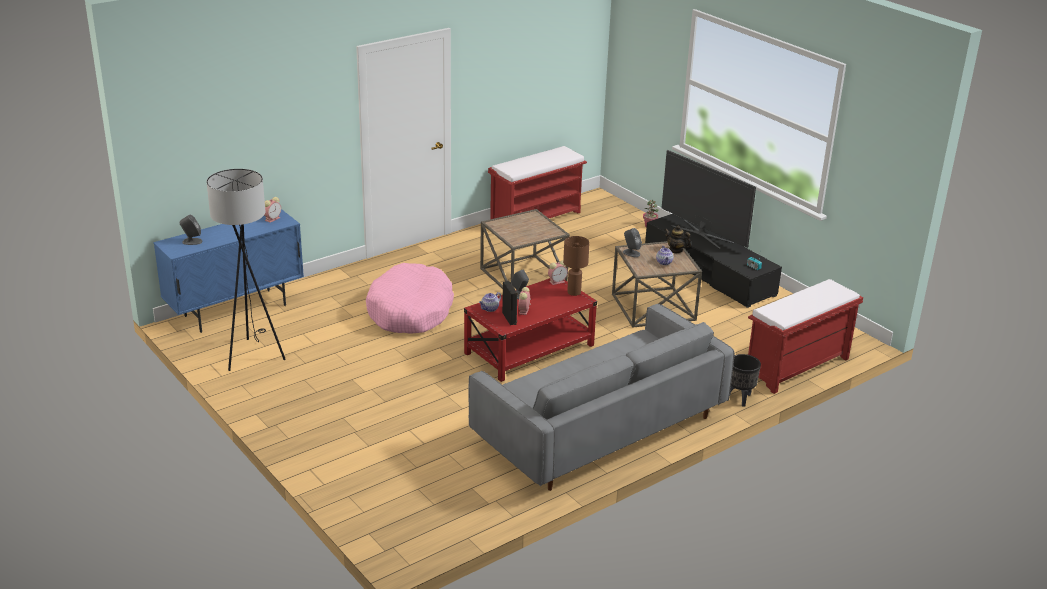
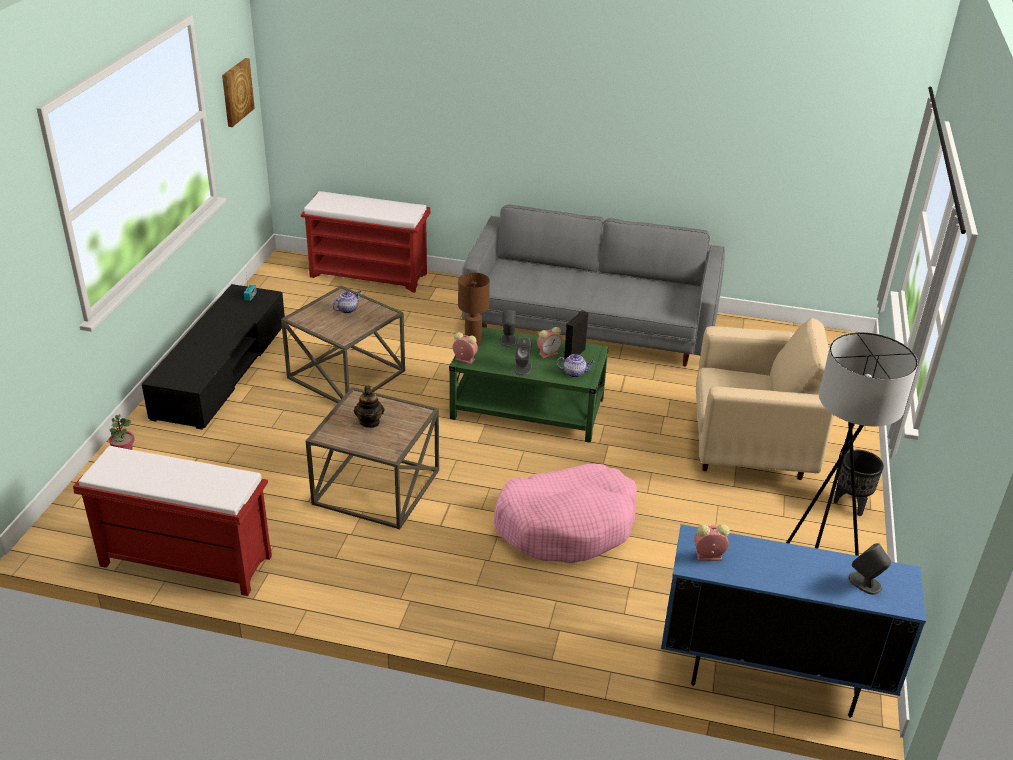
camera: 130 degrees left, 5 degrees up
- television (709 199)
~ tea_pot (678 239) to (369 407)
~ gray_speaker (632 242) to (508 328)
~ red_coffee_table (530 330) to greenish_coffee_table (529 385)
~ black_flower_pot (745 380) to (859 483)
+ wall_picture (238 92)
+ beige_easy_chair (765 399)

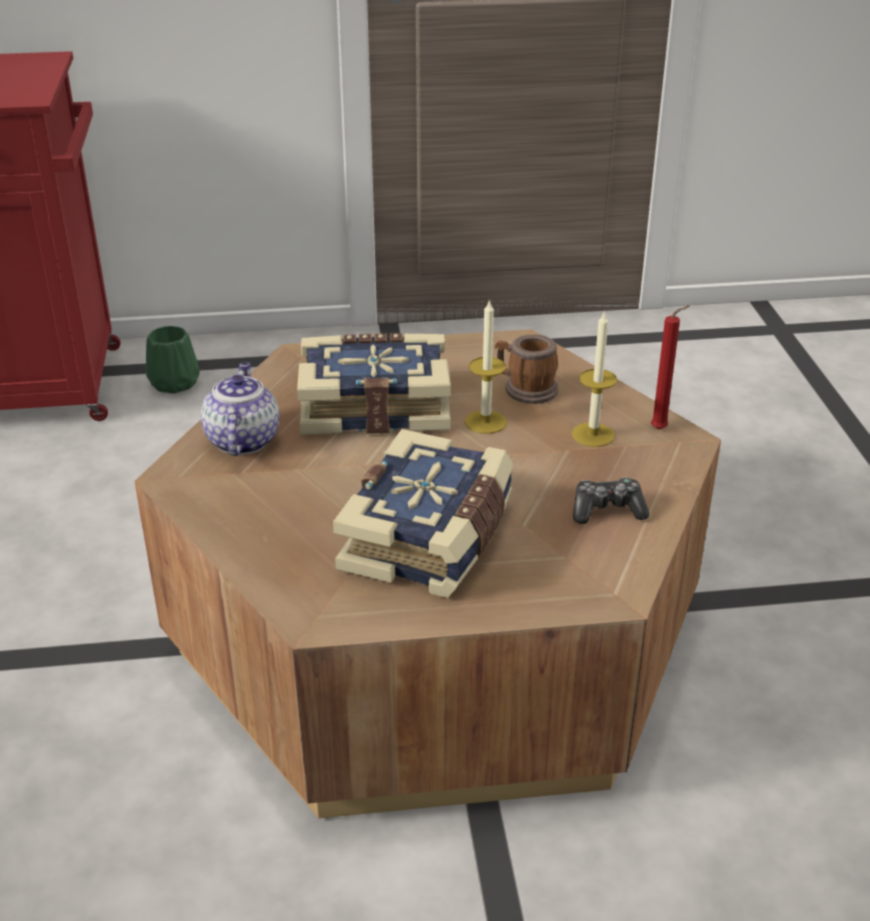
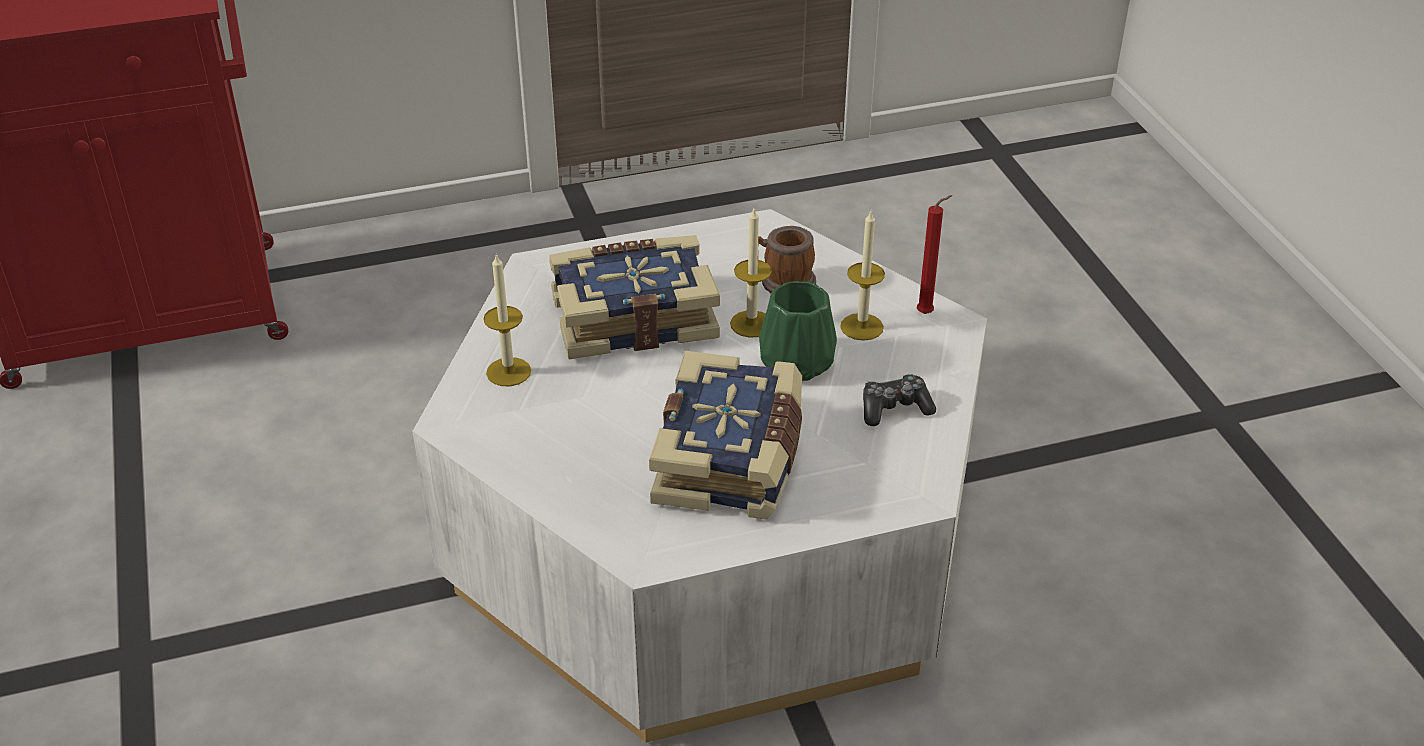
camera: 10 degrees left, 5 degrees up
~ greenish_flower_vase (173 359) to (798 331)
~ brown_coffee_table (427 573) to whitish_coffee_table (700 476)
~ tea_pot (240 409) to wax_candle (507 319)

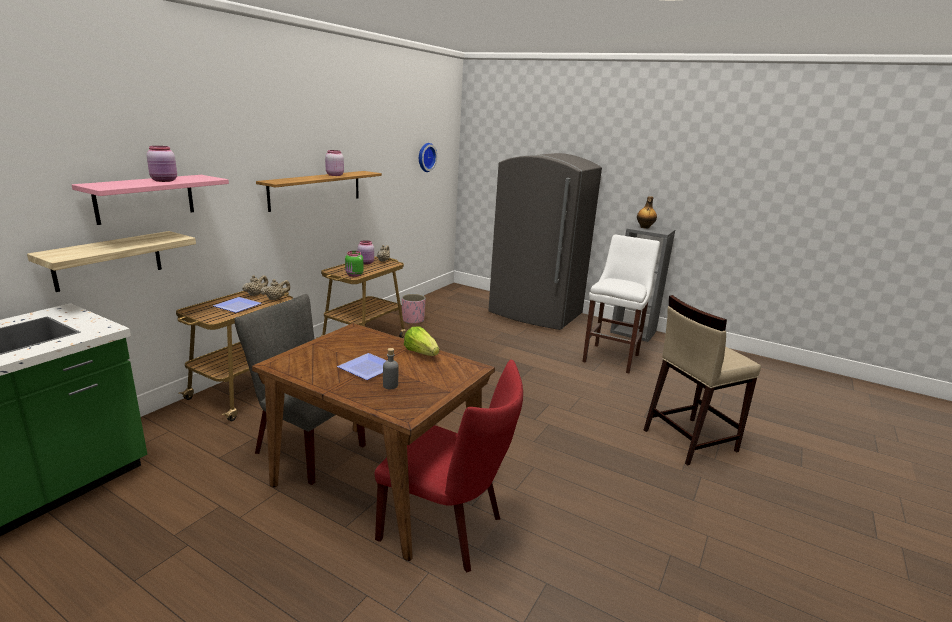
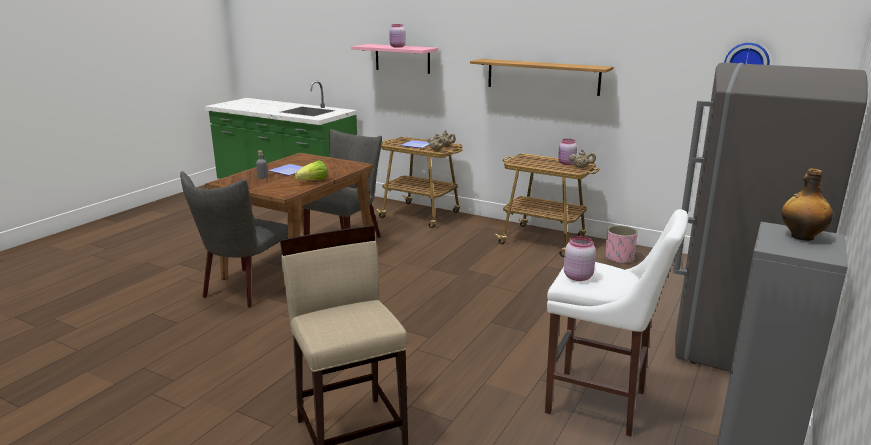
camera: 90 degrees right, 0 degrees up
~ pink_jar (334 163) to (580 258)
- wall_shelf (111 261)
- greenish_jar (354 264)
~ red_upright_chair (449 466) to gray_upright_chair (234 239)

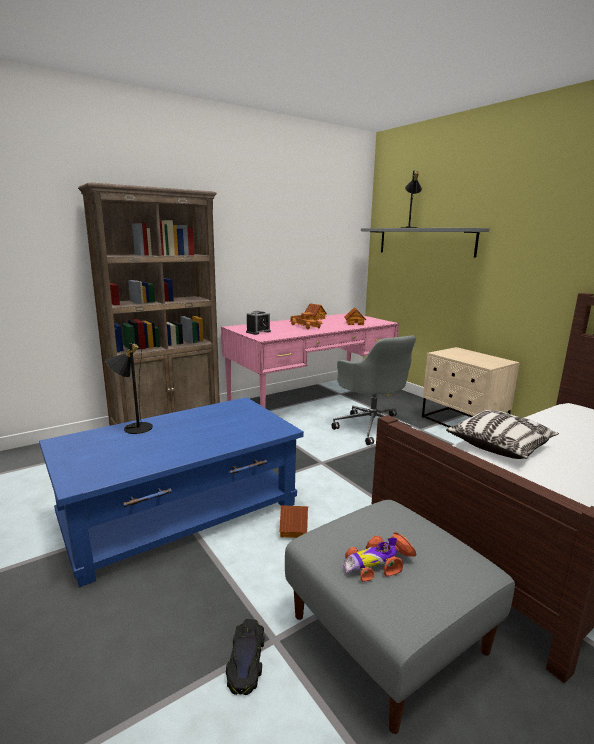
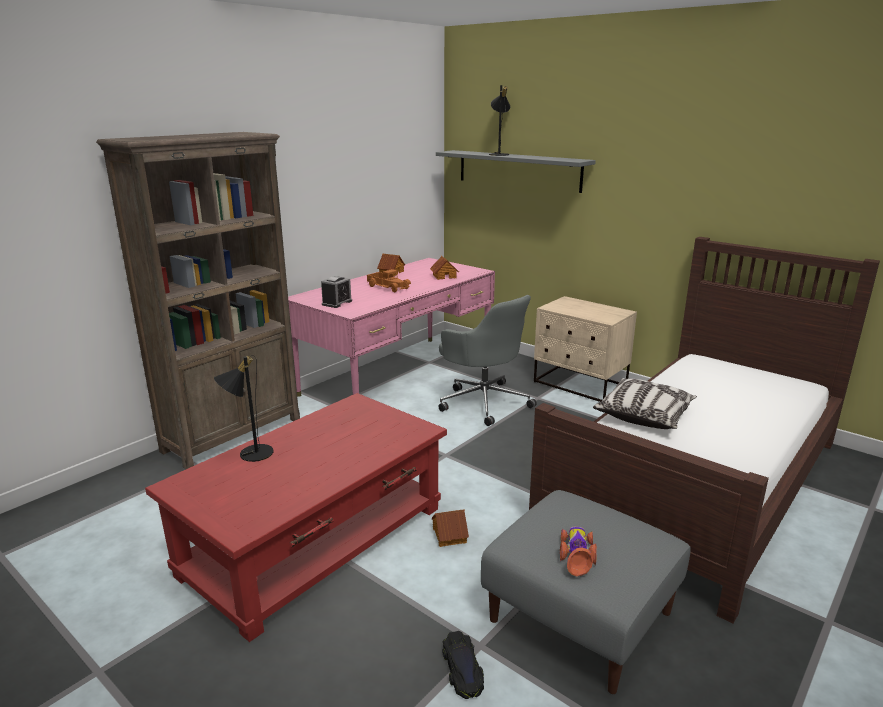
camera: 15 degrees left, 5 degrees up
~ blue-coloured_coffee_table (171 492) to red_coffee_table (296 517)
~ toy_car (379 557) = (578 551) 135 degrees clockwise

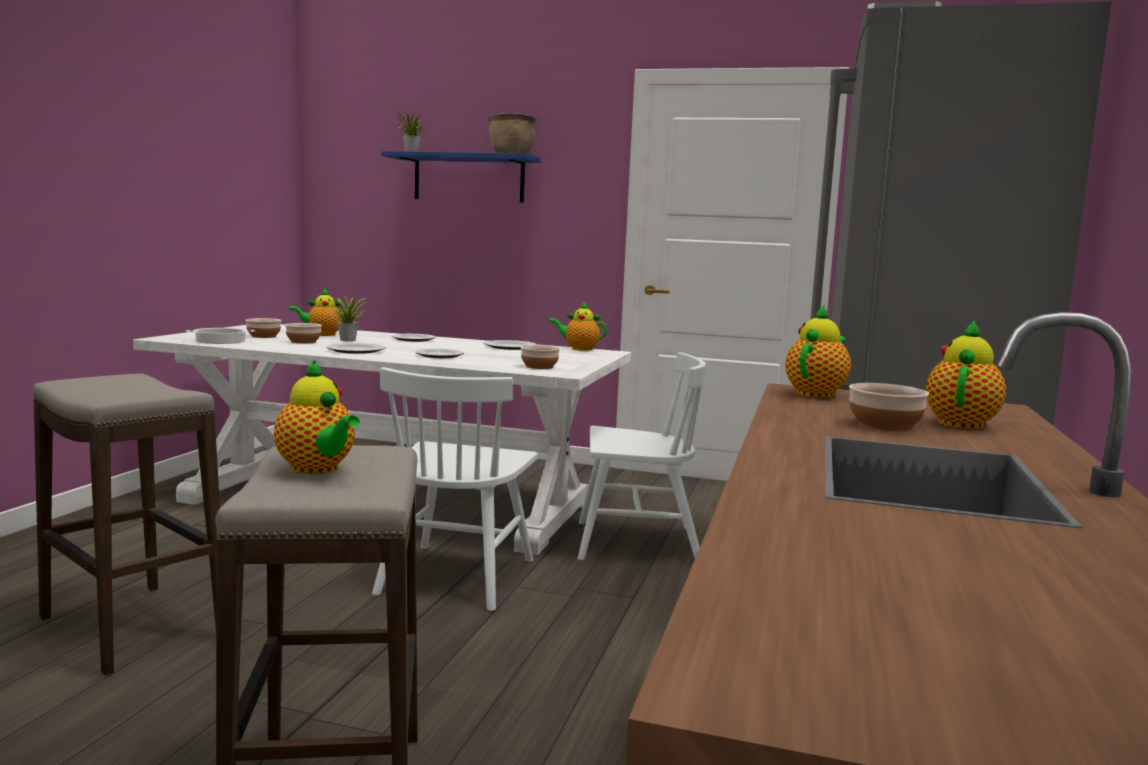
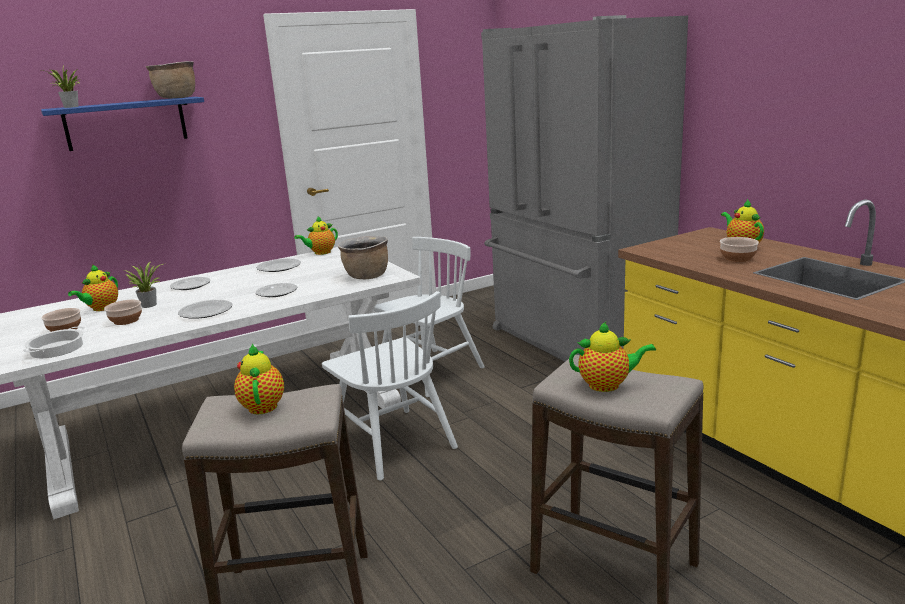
camera: 45 degrees left, 10 degrees up
~ tea_pot (818 351) to (259 378)
~ bowl (540 357) to brown_cooking_pot (363 257)

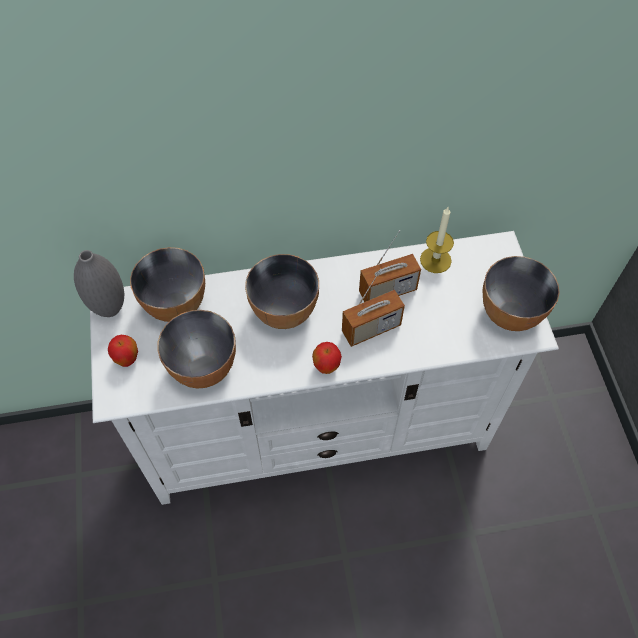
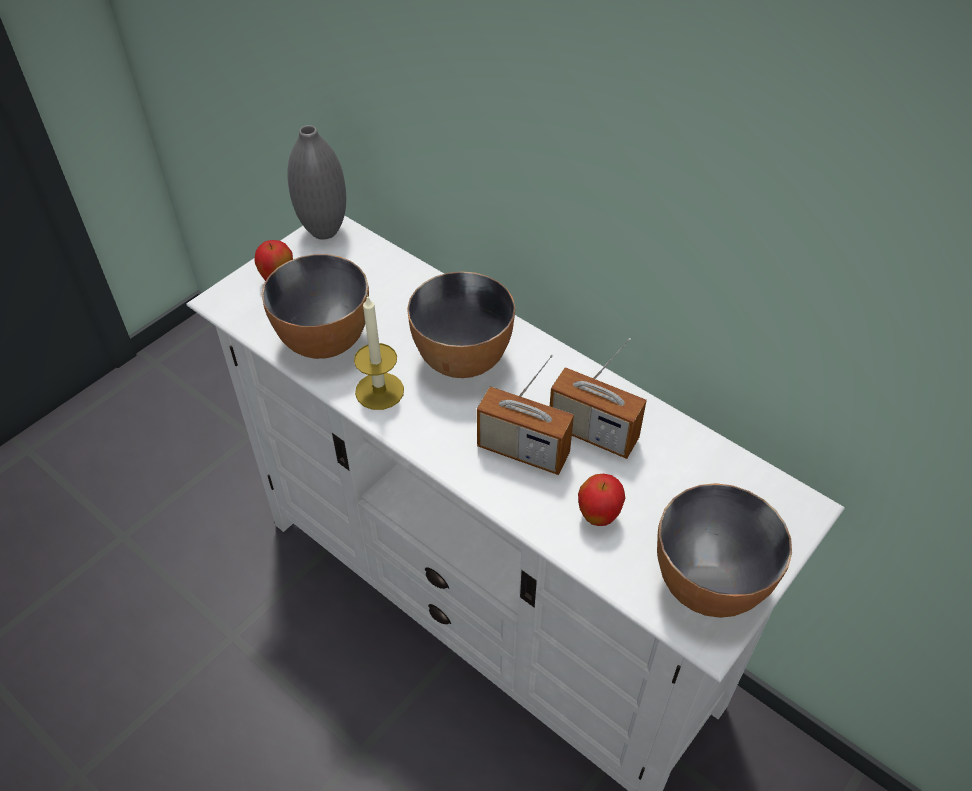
camera: 50 degrees right, 10 degrees down
~ wax_candle (437 240) to (379 352)
- bowl (167 284)
~ whole_apple (327 358) to (601 500)

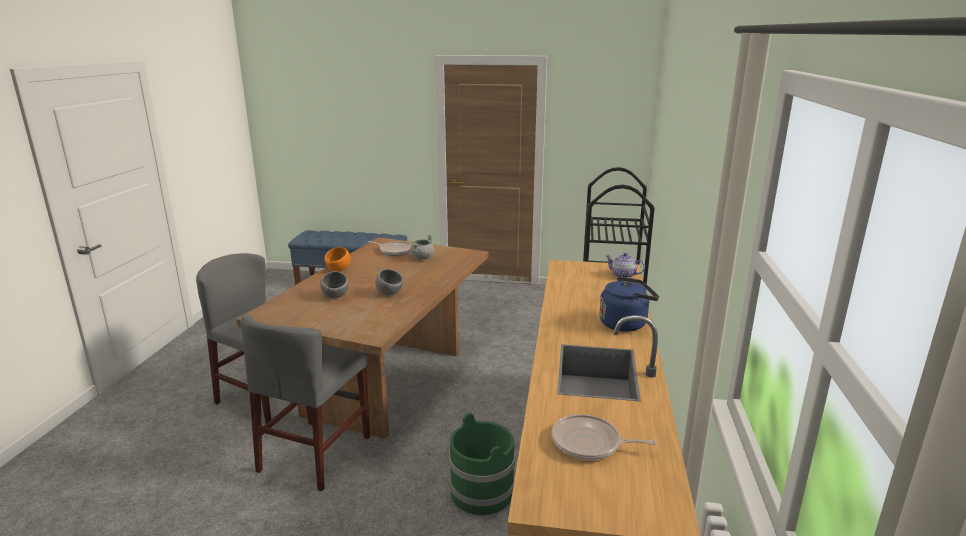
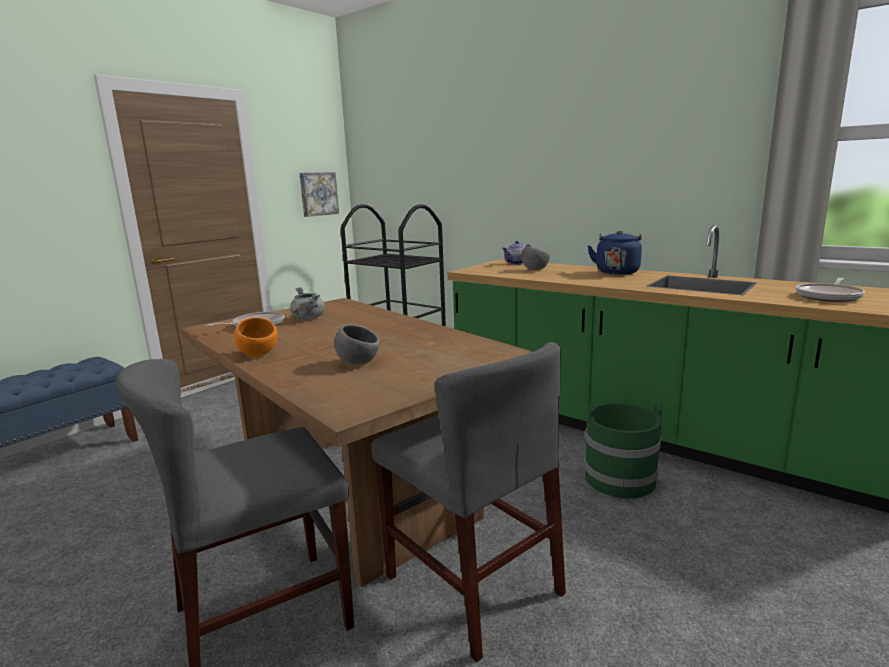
camera: 60 degrees left, 5 degrees down
~ gray_bowl (389 282) to (535 258)
+ wall_picture (319 194)

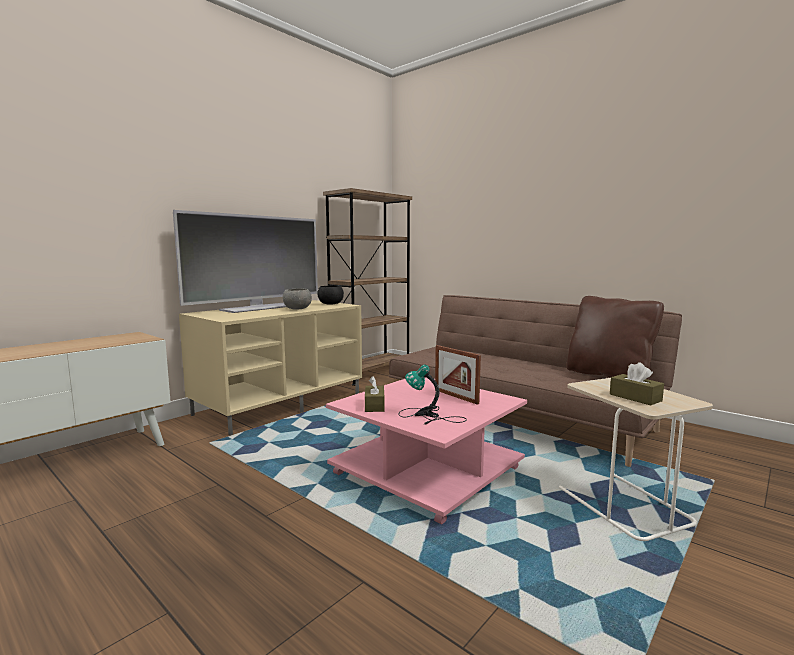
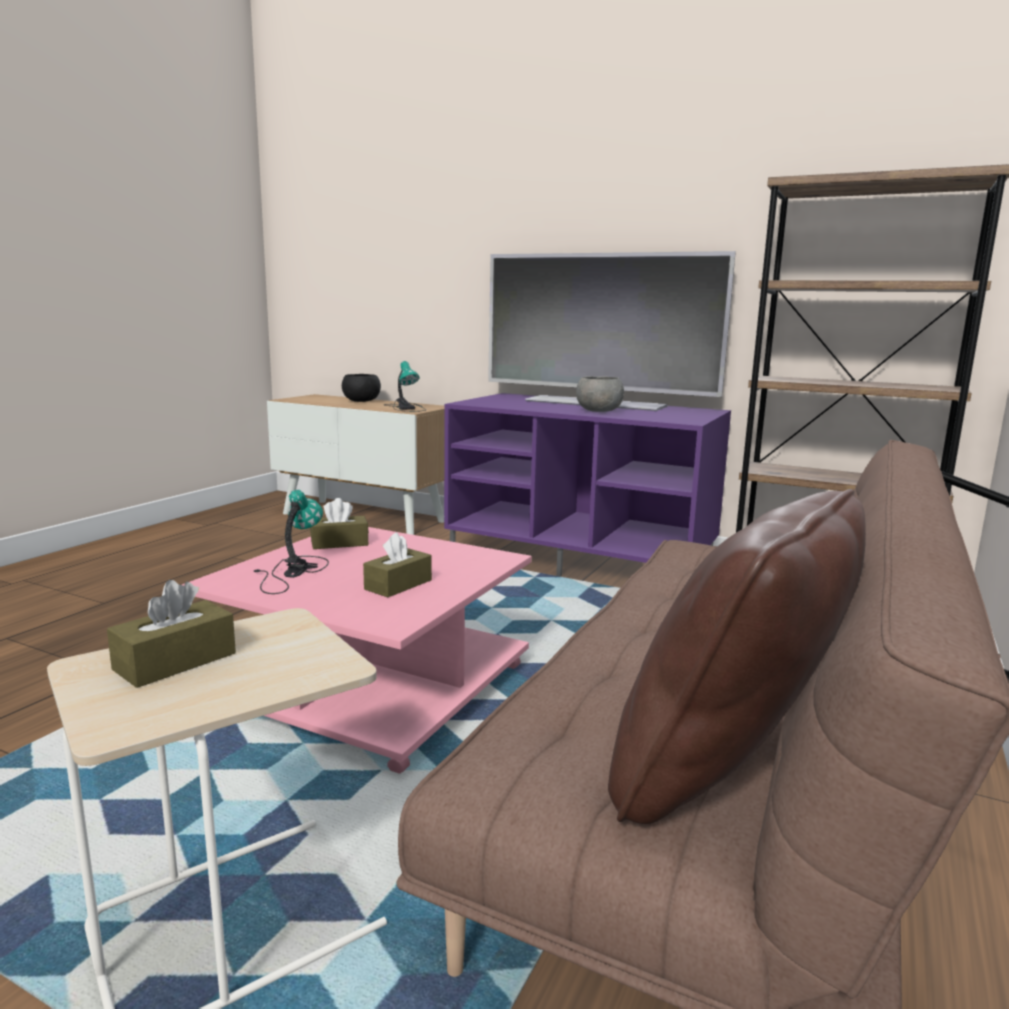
camera: 75 degrees right, 5 degrees up
~ black_bowl (330 295) to (361 388)
~ beige_media_console (270 368) to purplish_media_console (587 485)
~ photo_frame (458 375) to brown_tissue_holder (397 564)
+ tabletop_lamp (405 386)

